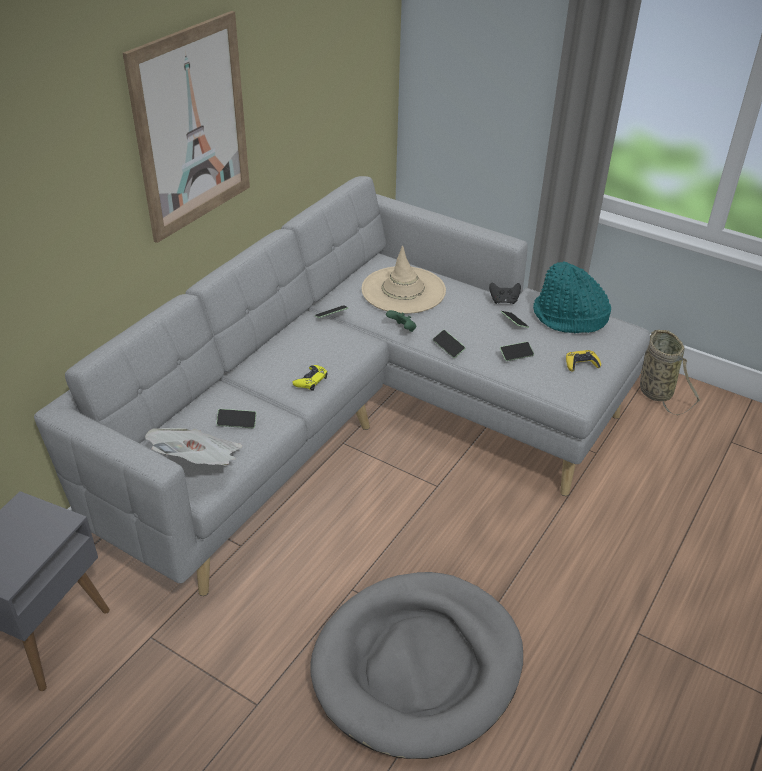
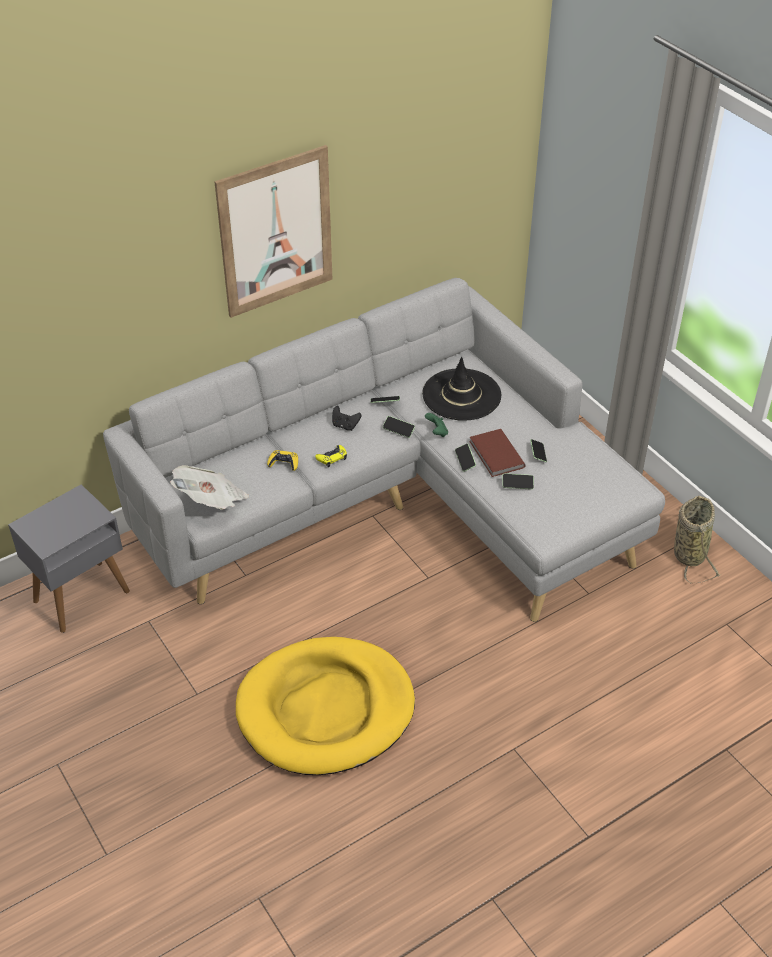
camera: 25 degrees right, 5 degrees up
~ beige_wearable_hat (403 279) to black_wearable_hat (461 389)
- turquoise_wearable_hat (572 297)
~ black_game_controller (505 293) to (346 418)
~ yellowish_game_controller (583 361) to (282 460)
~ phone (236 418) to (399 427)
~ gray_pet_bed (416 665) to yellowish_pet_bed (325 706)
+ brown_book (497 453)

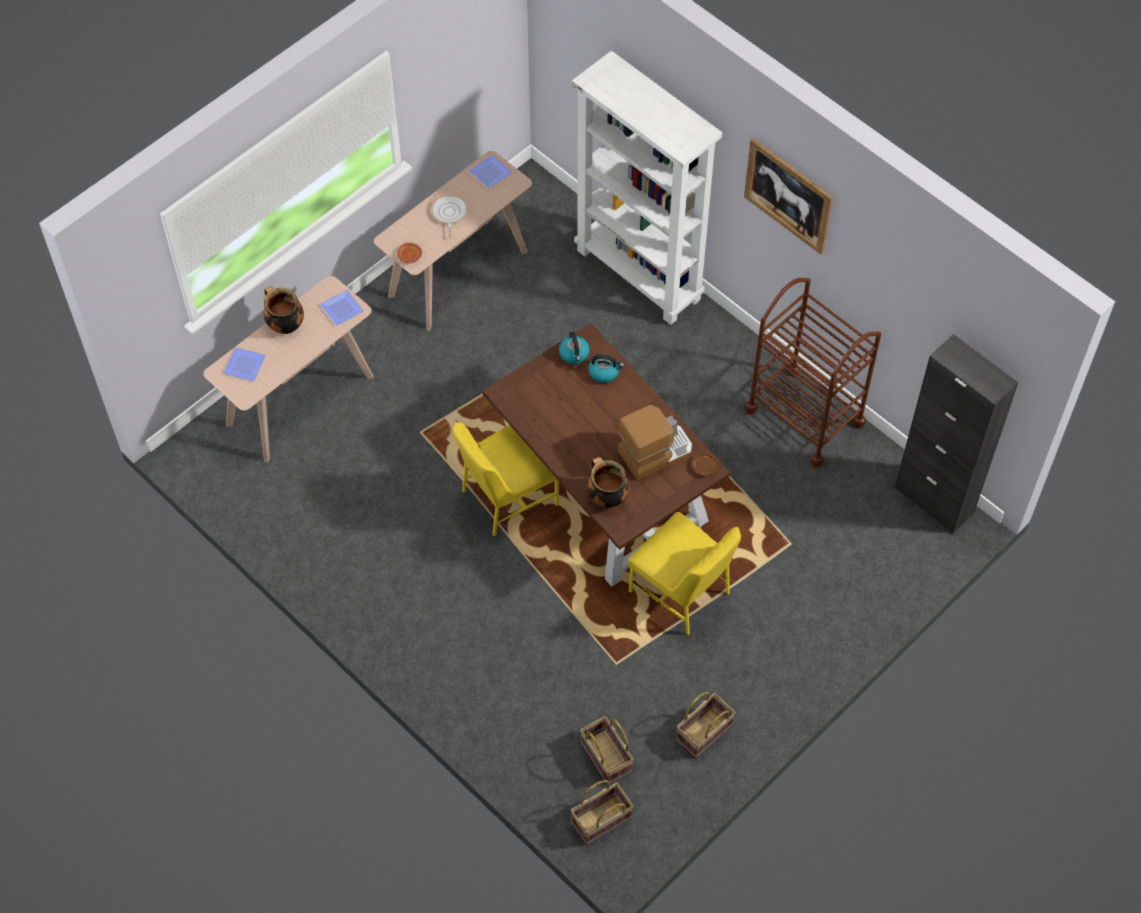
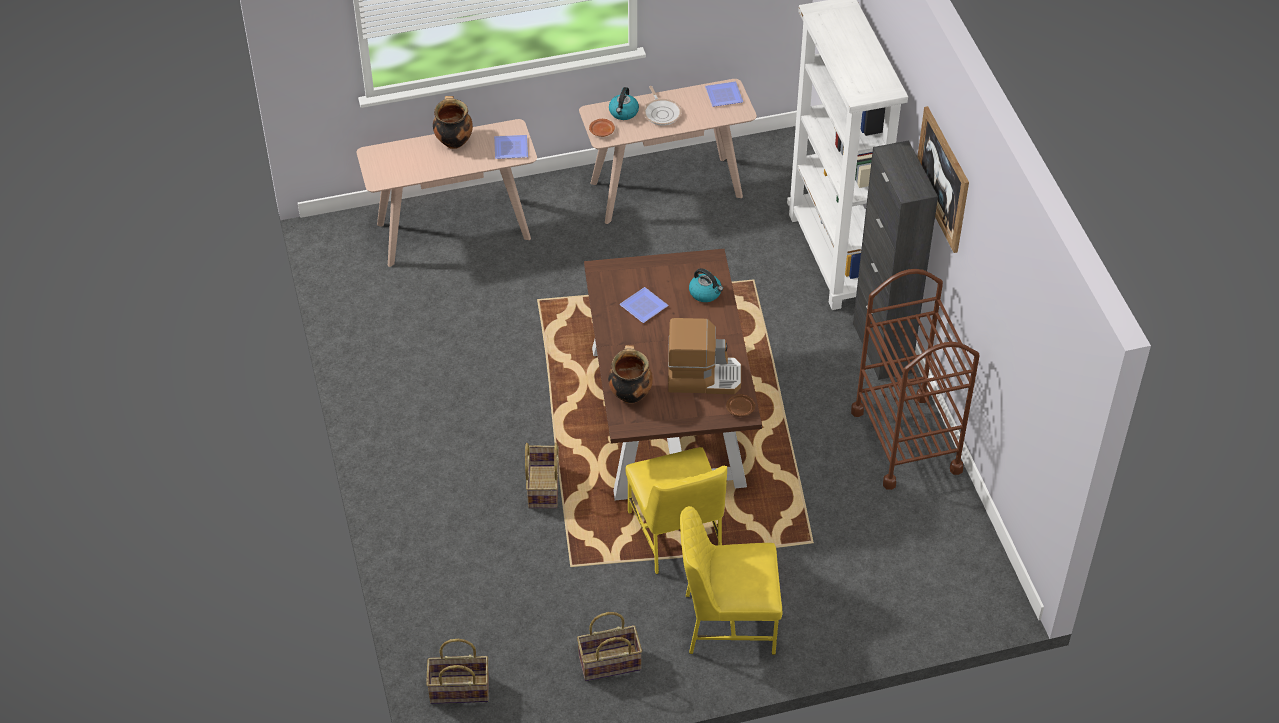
camera: 30 degrees right, 10 degrees down
~ pan (449 216) = (663 106) 135 degrees clockwise
~ water_kettle (574 347) to (624 103)
~ black_cupboard (957 434) to (895 260)
~ dinner_plate (244 364) to (644 305)
~ yellowish_upright_chair (506 479) to (731 580)
~ basket (607 750) to (542 475)

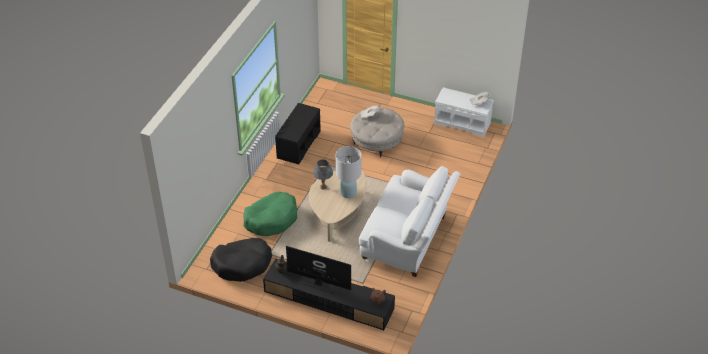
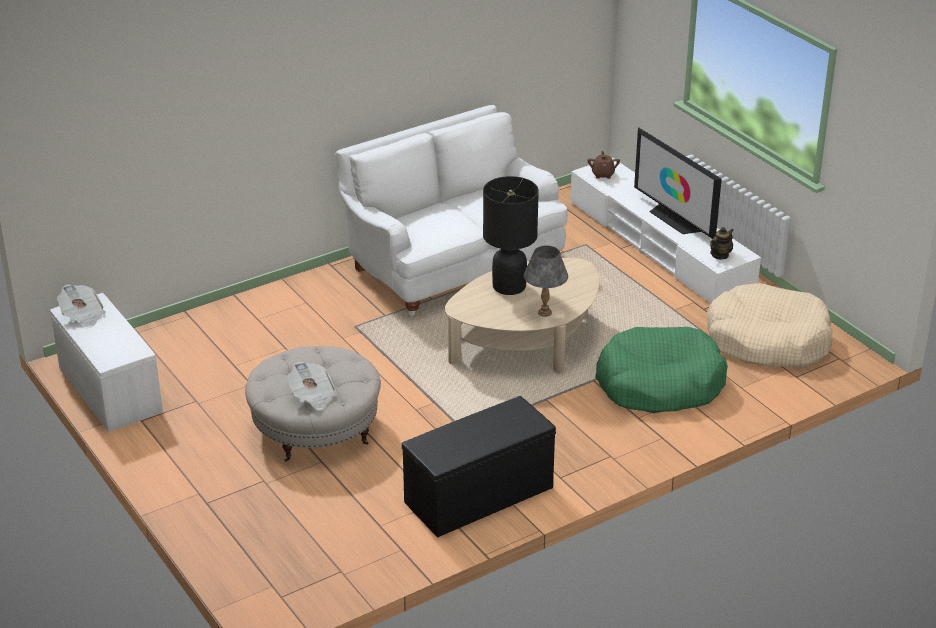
camera: 145 degrees left, 10 degrees down
~ whitish_tabletop_lamp (348 172) to black_tabletop_lamp (511 235)
~ black_pet_bed (241 260) to beige_pet_bed (769 325)
~ black_media_console (329 295) to whitish_media_console (665 230)

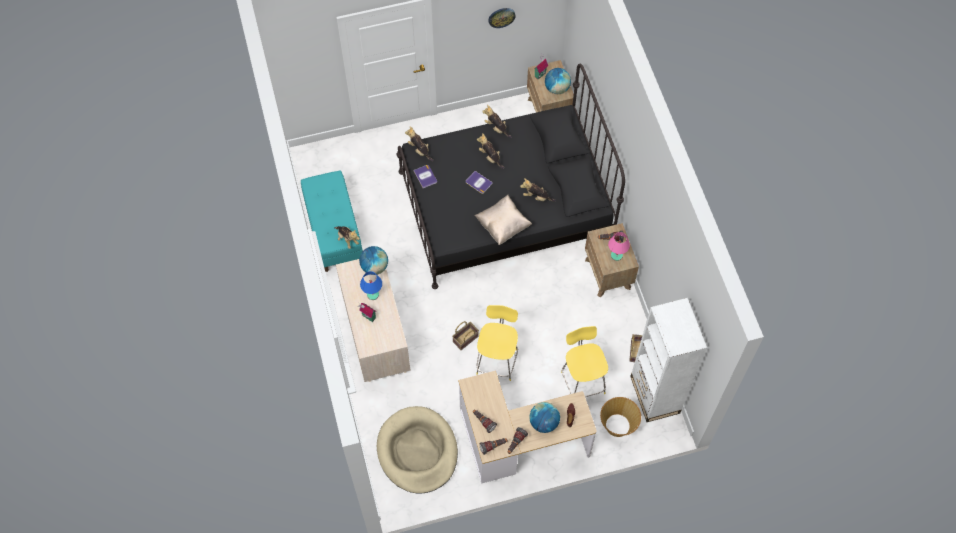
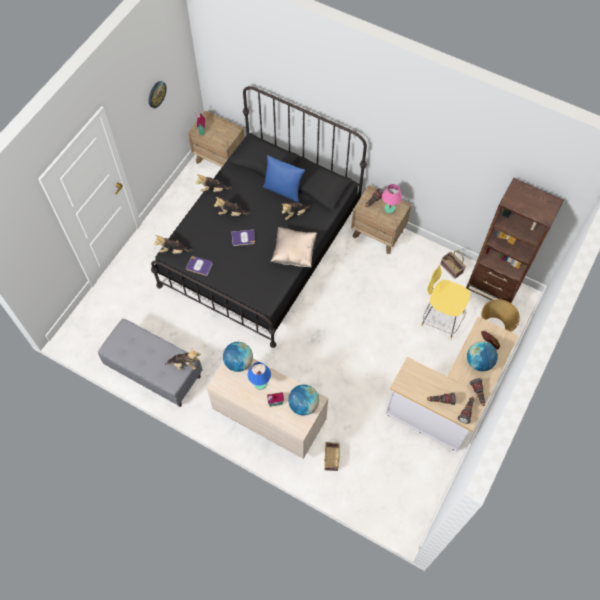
camera: 45 degrees left, 0 degrees up
~ globe (558 81) to (303 400)
~ turquoise_long_seat (332 221) to gray_long_seat (150 363)
~ whitish_bookcase (668 360) to brown_bookcase (515 240)
- yellowish_stool_seat (497 343)
~ basket (465 335) to (332 456)
- beige_pet_bed (417 449)
+ blue-coloured_throw_pillow (284 179)

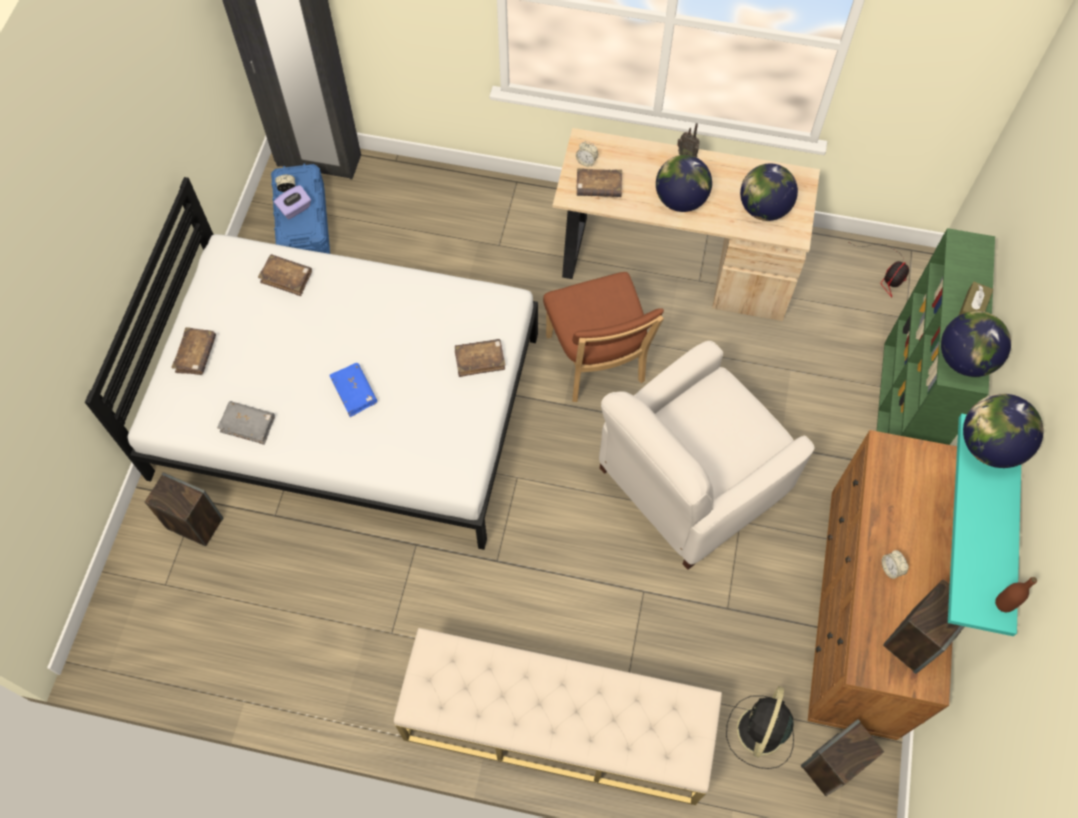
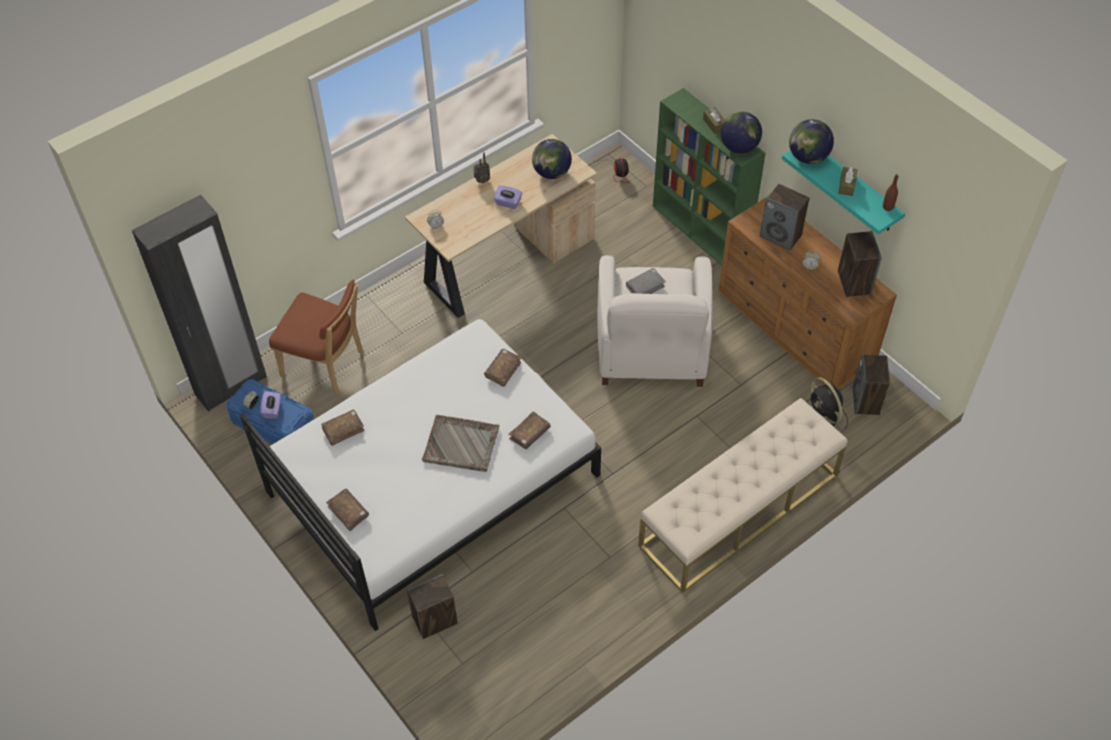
camera: 50 degrees left, 10 degrees down
~ globe (684 183) to purplish_tissue_holder (508 197)
~ brown_book (599 182) to (529 430)
~ brown_upright_chair (603 337) to (316 337)
~ blue-coloured_book (353 390) to gray_serving_tray (460 443)
~ gray_book (246 423) to (646 281)
+ brown_tissue_holder (847 181)
+ speaker (785 217)

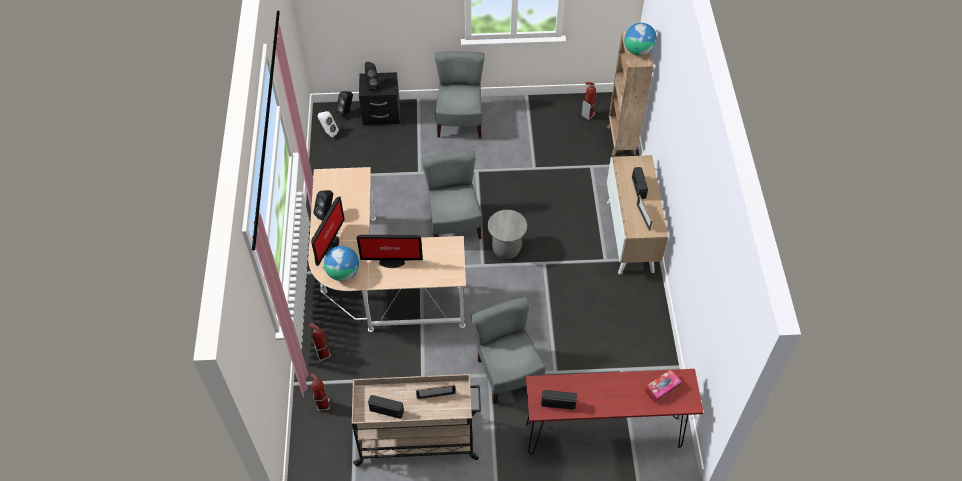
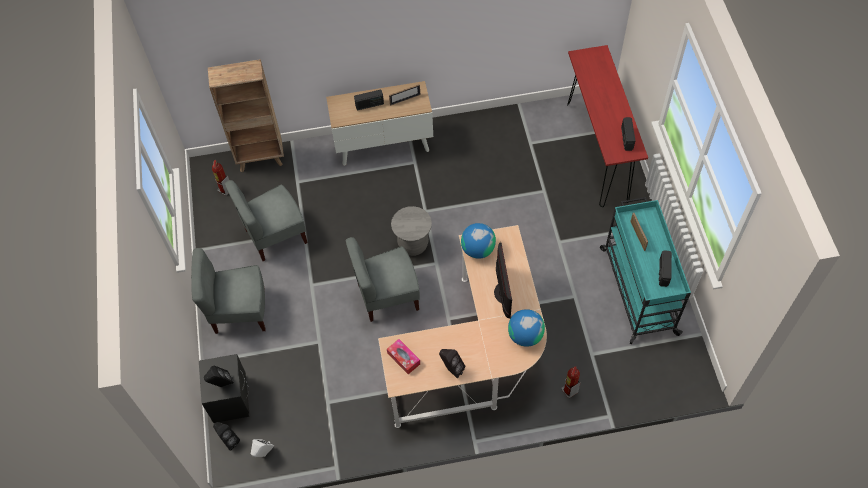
camera: 95 degrees left, 5 degrees up
~ globe (641 39) to (478 241)
- monitor (328 231)
~ gray_upright_chair (508 350) to (266 220)
~ tissue_holder (663 386) to (403 356)
- extinguisher (319 392)
~ beige_wheeled_cart (416 420) to turquoise_wheeled_cart (645 270)

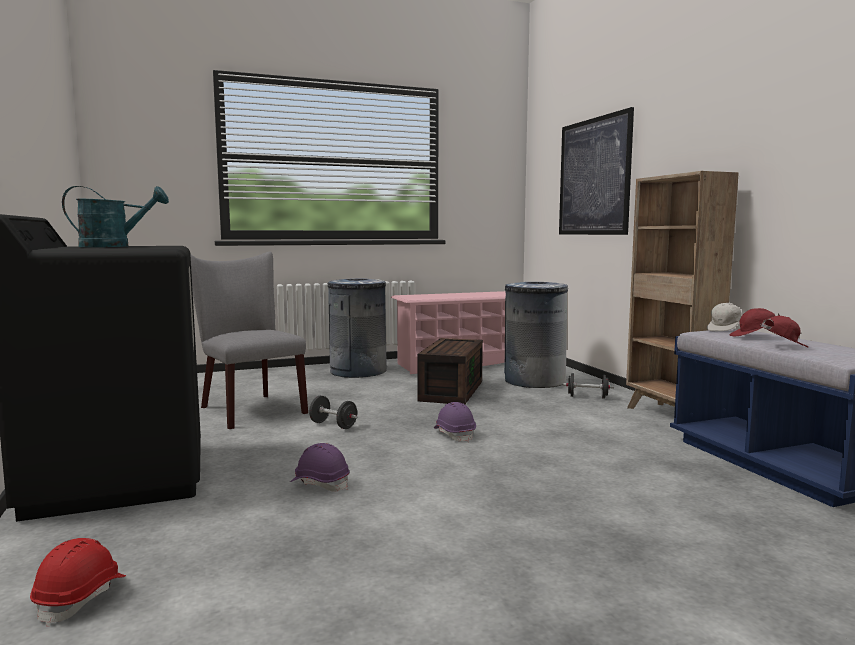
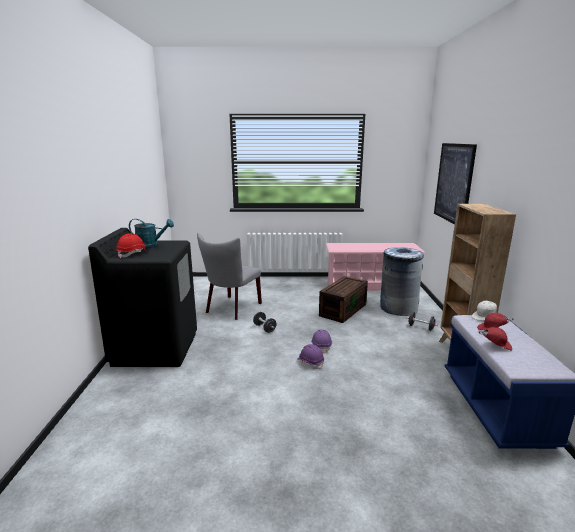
camera: 20 degrees right, 10 degrees up
~ gray_upright_chair (249 340) = (229 276) 135 degrees counterclockwise
- gray_rubbish_bin (357 328)
~ purplish_work_helmet (320 467) to (310 356)
~ red_work_helmet (78 582) to (132 245)

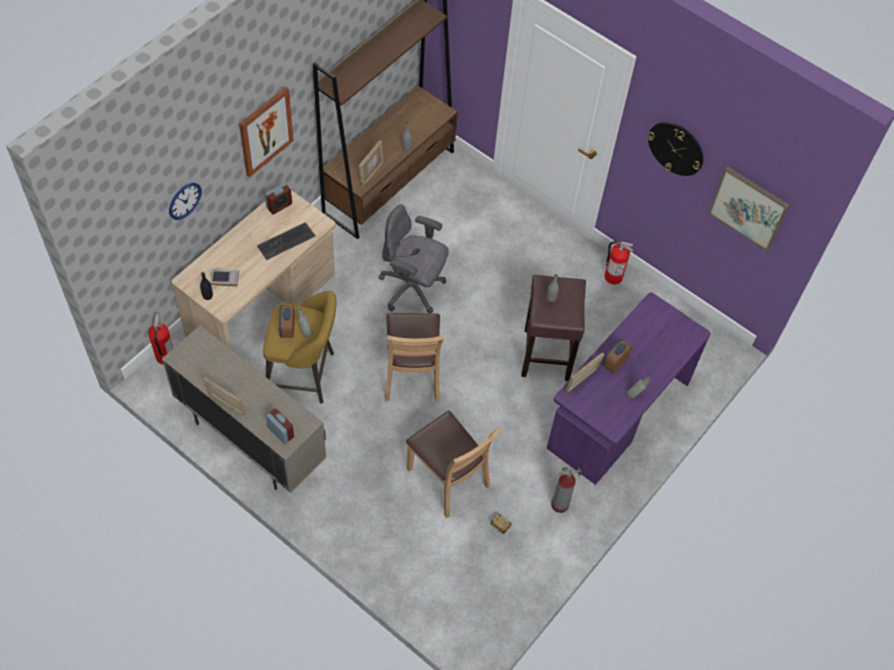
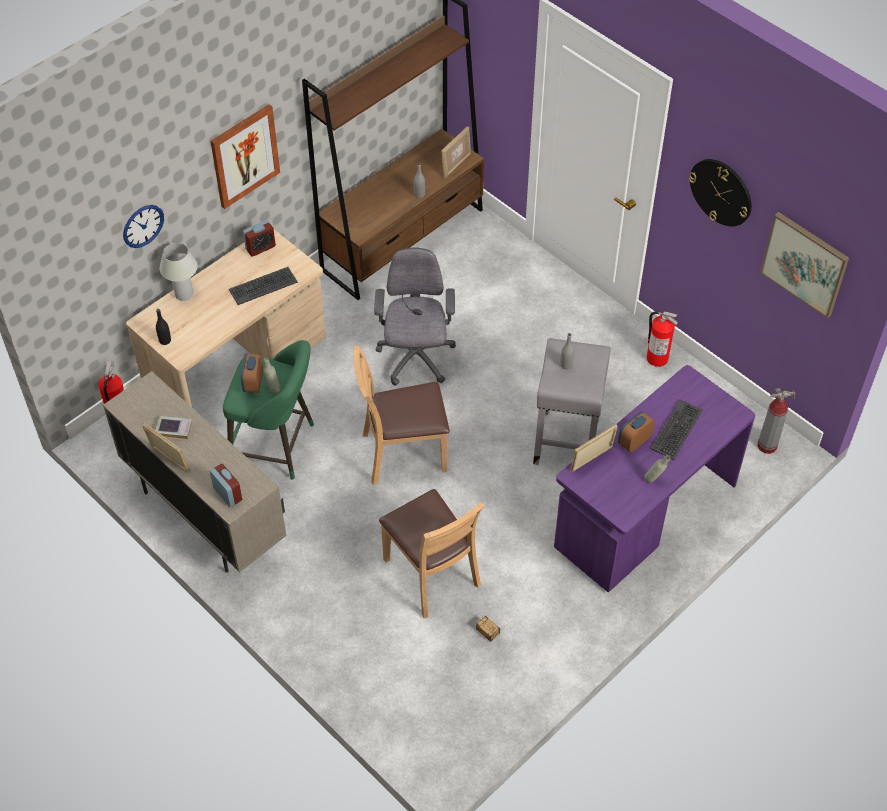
camera: 10 degrees right, 5 degrees down
~ photo_frame (371 163) to (456 152)
~ gray_computer_chair (414 258) = (415 316) 60 degrees clockwise
~ book (224 278) to (174 427)
~ brown_stool_seat (553 328) to gray_stool_seat (572 401)
~ yellowish_stool_seat (299 347) to greenish_stool_seat (268 410)
~ brown_upright_chair (414 357) = (401 415) 75 degrees clockwise
~ extinguisher (566 490) to (777 421)
+ whitish_tabletop_lamp (179 272)
+ computer_keyboard (676 429)

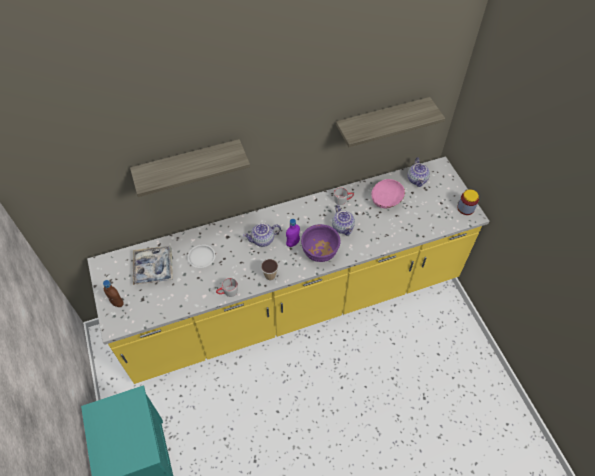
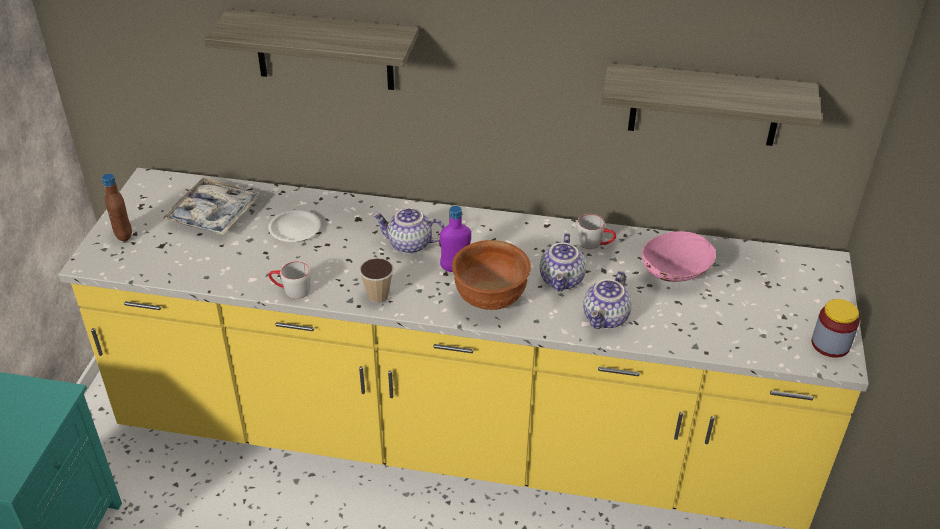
camera: 30 degrees right, 15 degrees down
~ tea_pot (419 172) to (607 300)
~ purplish_bowl (321 243) to brown_bowl (491 275)

